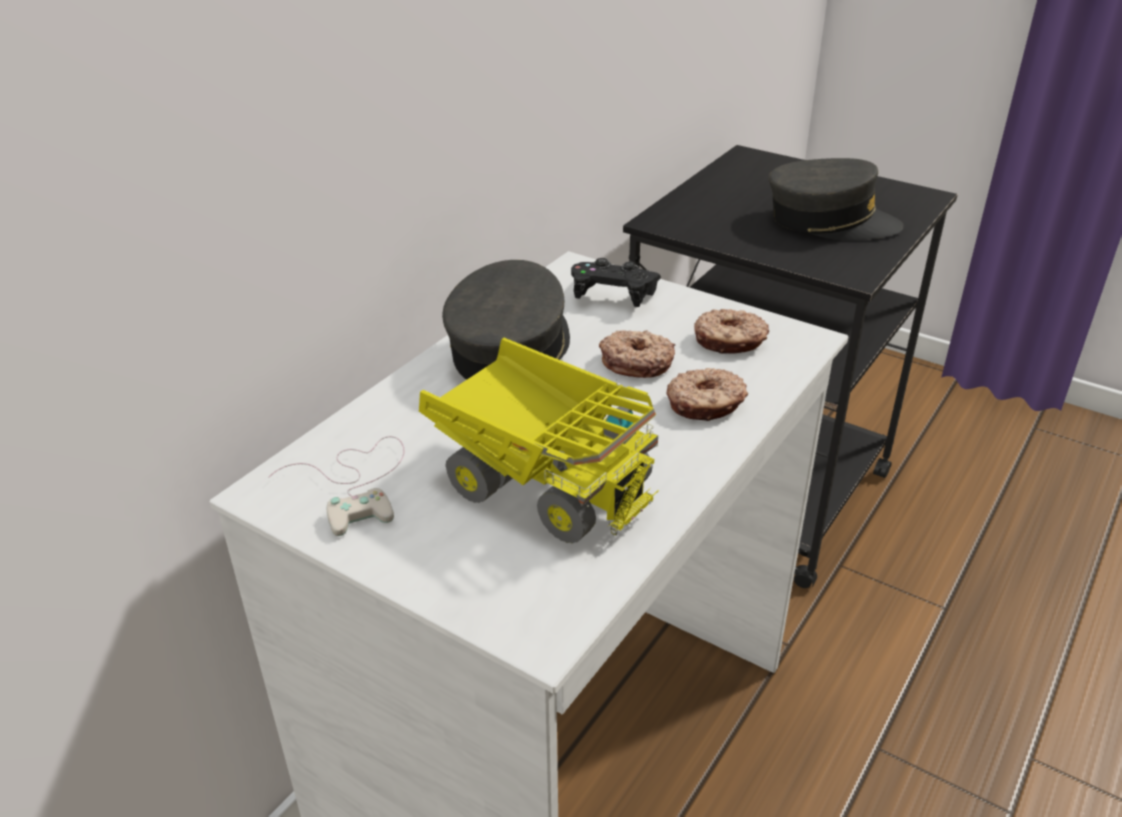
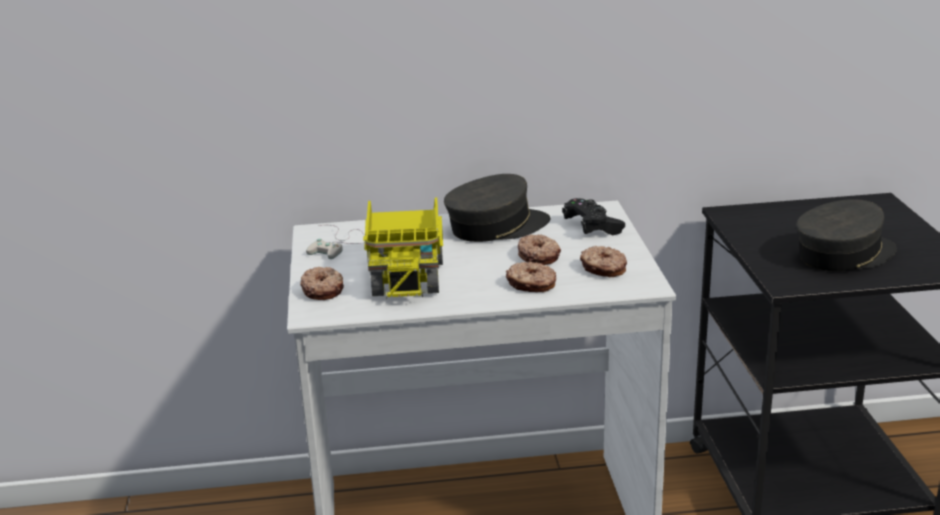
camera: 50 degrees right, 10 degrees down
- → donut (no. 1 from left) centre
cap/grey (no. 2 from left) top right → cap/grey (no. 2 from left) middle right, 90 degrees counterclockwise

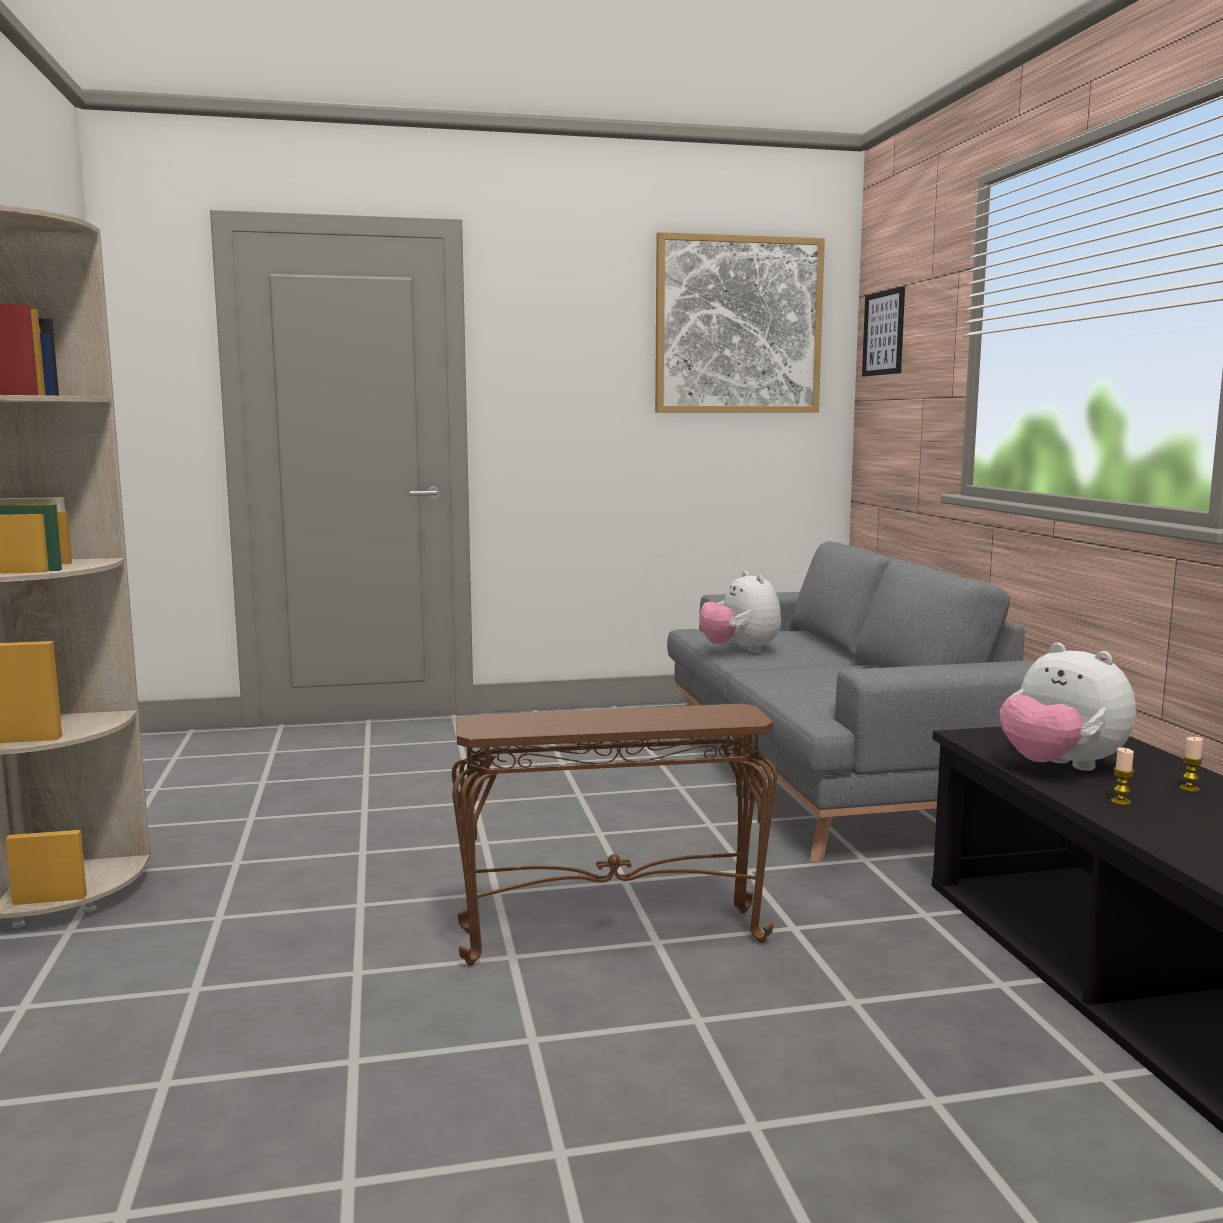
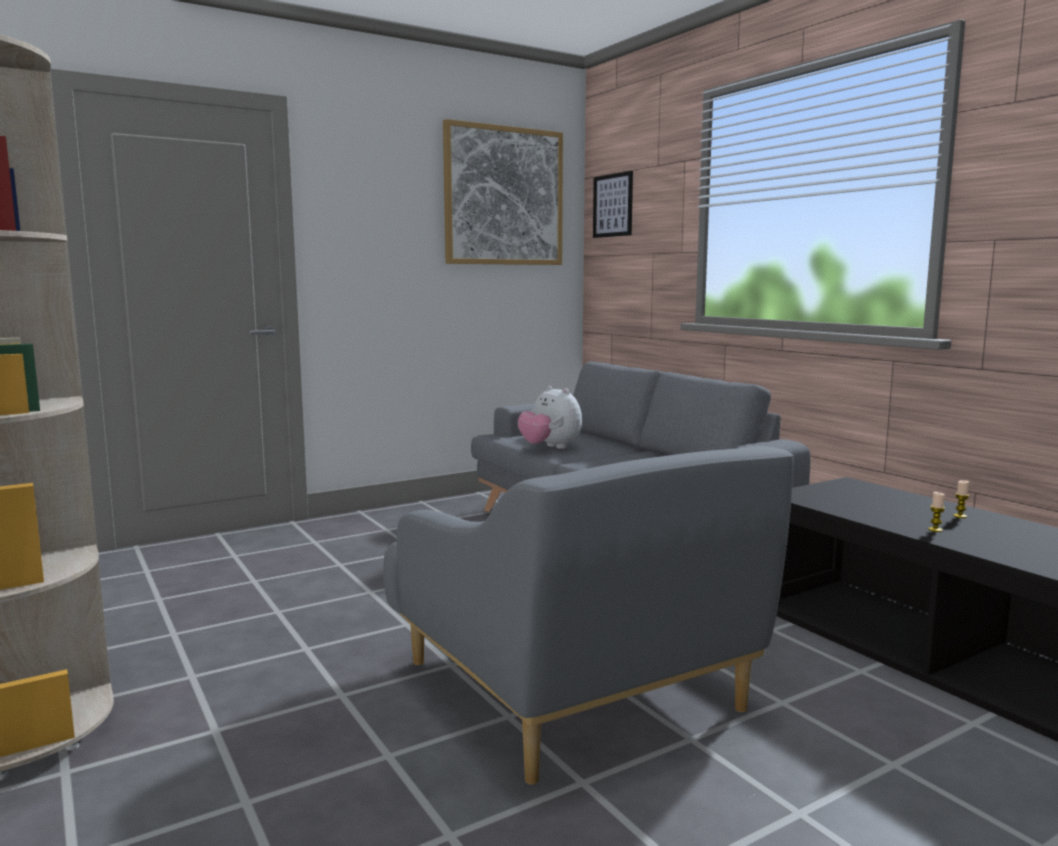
camera: 20 degrees left, 0 degrees up
plush toy (no. 2 from left) middle right → -
side table/brown bottom centre → armchair/grey bottom centre

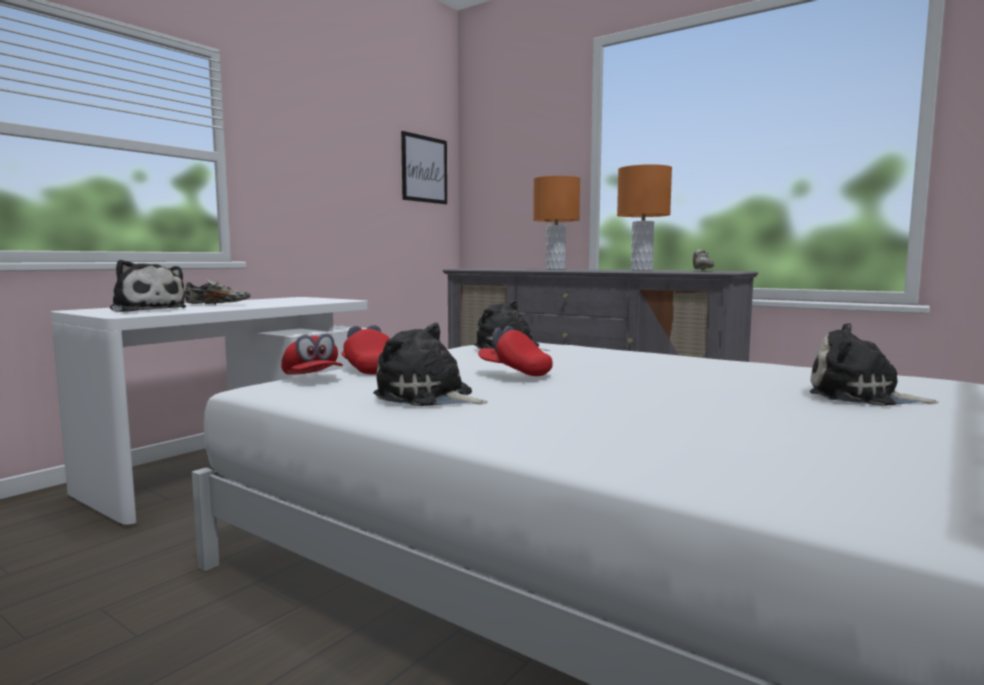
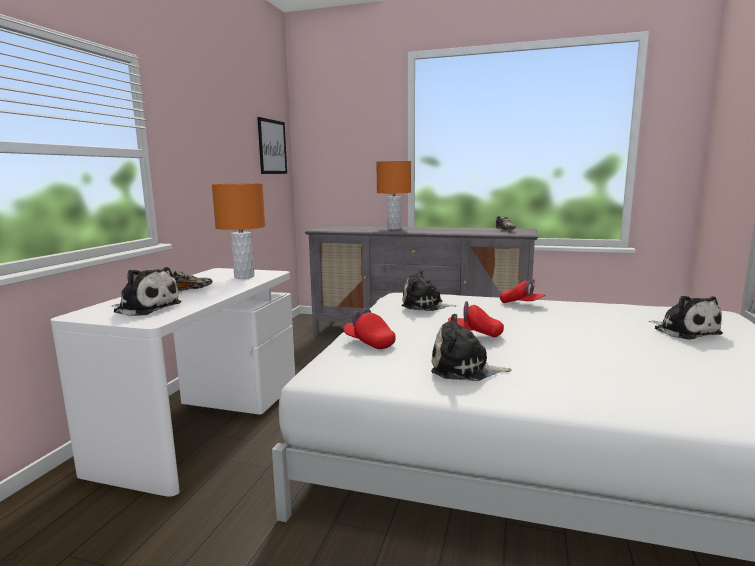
camera: 20 degrees left, 5 degrees up
cap/red (no. 1 from left in the first image) middle left → cap/red (no. 3 from left) middle right, relocated
table lamp/orange (no. 2 from left in the first image) top centre → table lamp/orange (no. 1 from left) middle left, relocated
plush toy (no. 4 from left) middle right, 120 degrees counterclockwise

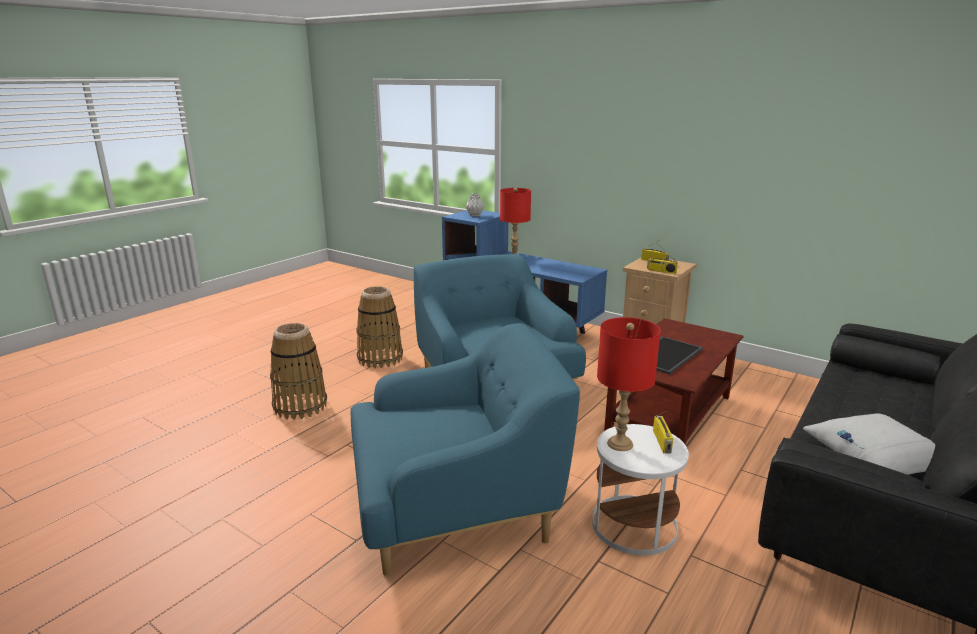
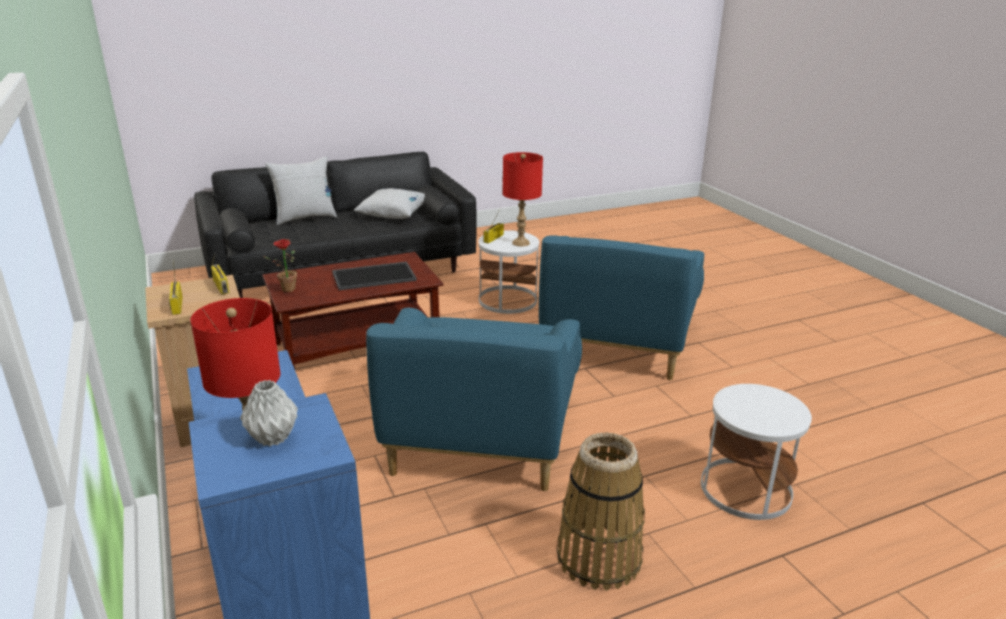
camera: 150 degrees left, 5 degrees up
- → potted plant middle left
- → pillow/grey (no. 1 from left) top left
basket (no. 1 from left) middle left → side table/white (no. 2 from left) bottom right
armchair/blue (no. 1 from left in the first image) bottom centre → armchair/blue (no. 2 from left) centre, 90 degrees counterclockwise

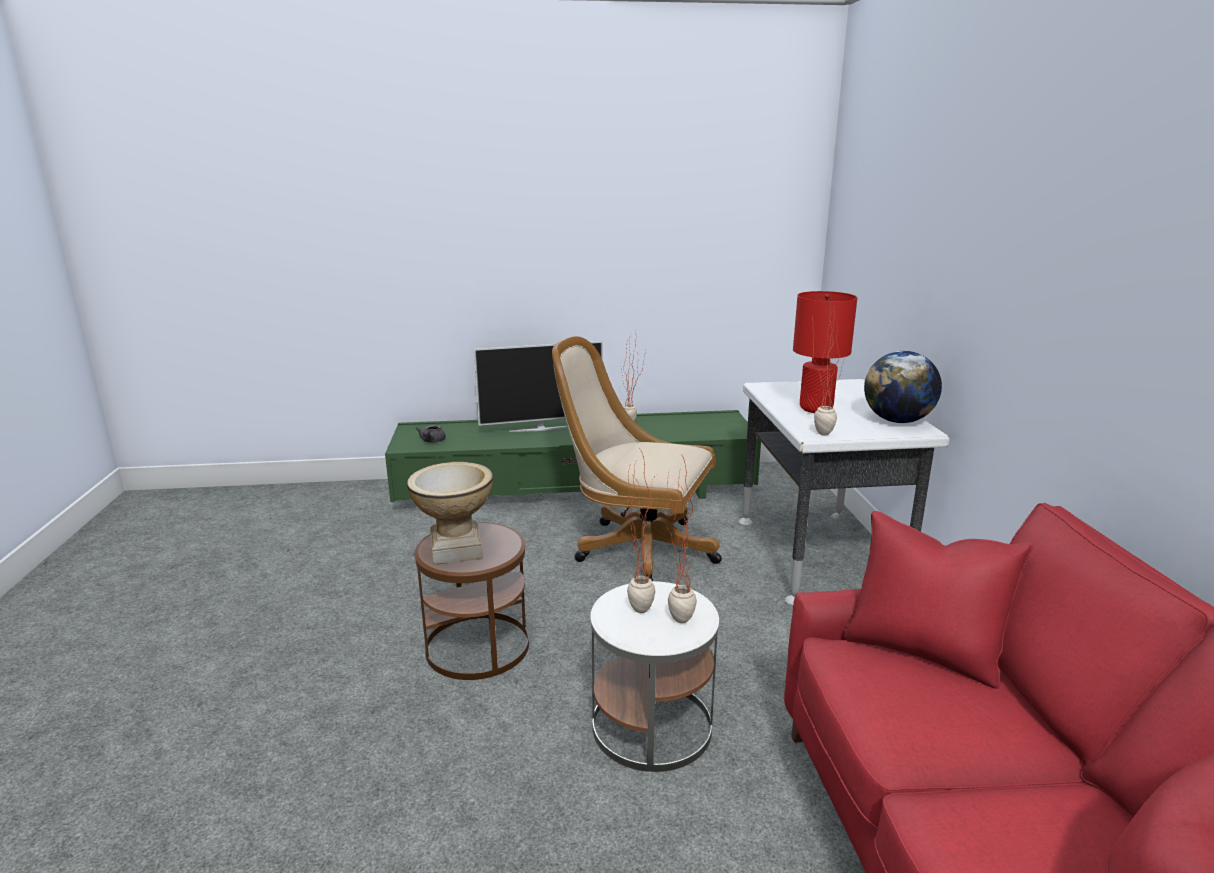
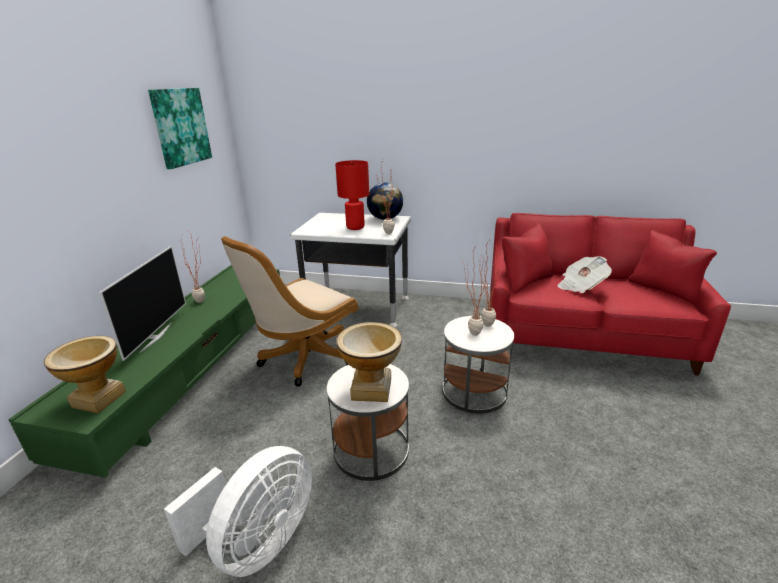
camera: 70 degrees left, 5 degrees up
- → picture top left
- → fan/white bottom left
- → newspaper middle right
teapot/grey centre → vase (no. 1 from left) middle left
side table/brown bottom centre → side table/white (no. 1 from left) bottom centre

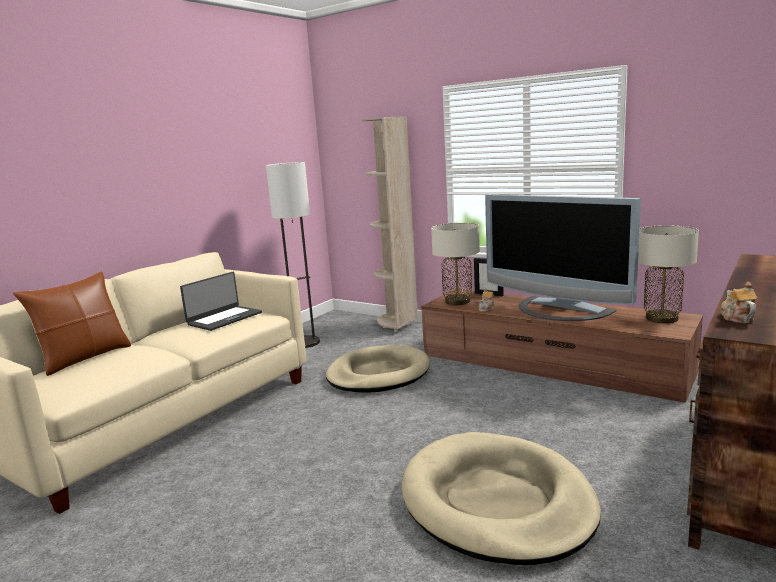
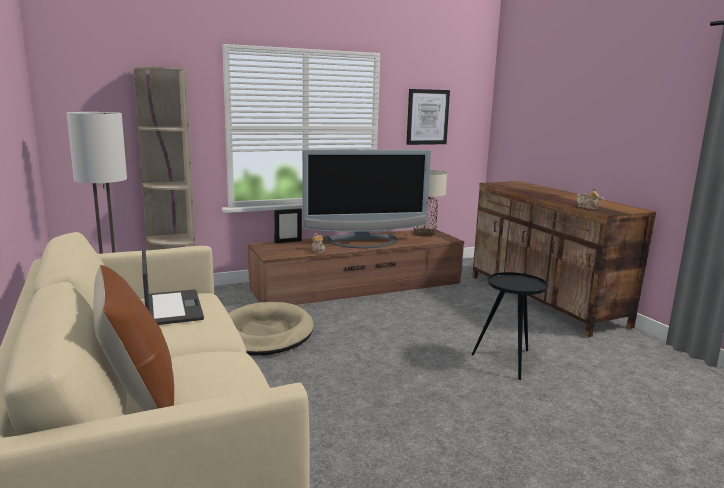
camera: 60 degrees left, 0 degrees up
table lamp (no. 1 from left) centre → -
- → picture top centre
dog bed/beige (no. 2 from left) bottom centre → side table/black bottom right

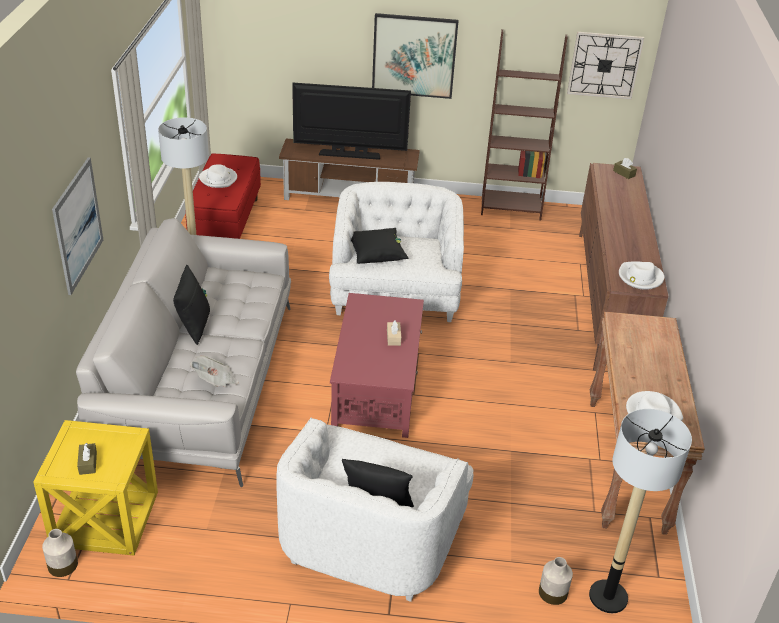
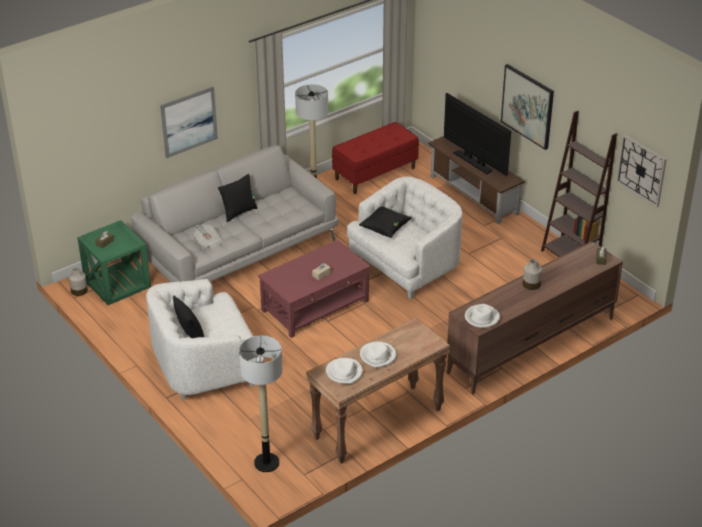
camera: 50 degrees right, 0 degrees up
hat/white (no. 1 from left in the first image) top left → hat/white (no. 2 from left) bottom centre, relocated
vase/beige (no. 2 from left) bottom right → vase/beige (no. 2 from left) middle right, relocated
side table/yellow bottom left → side table/green middle left

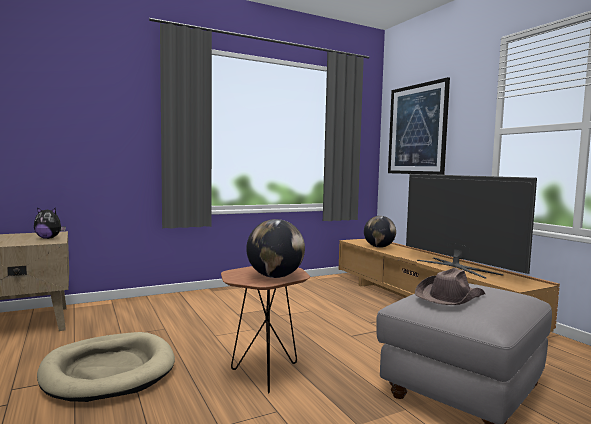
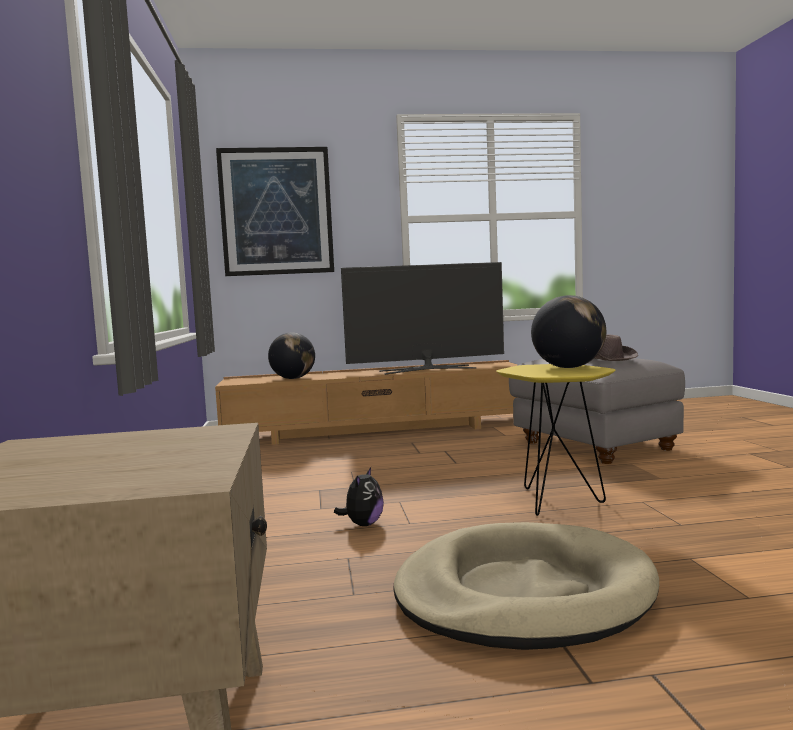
camera: 70 degrees left, 0 degrees up
plush toy middle left → plush toy bottom centre, relocated
side table/brown bottom centre → side table/yellow middle right

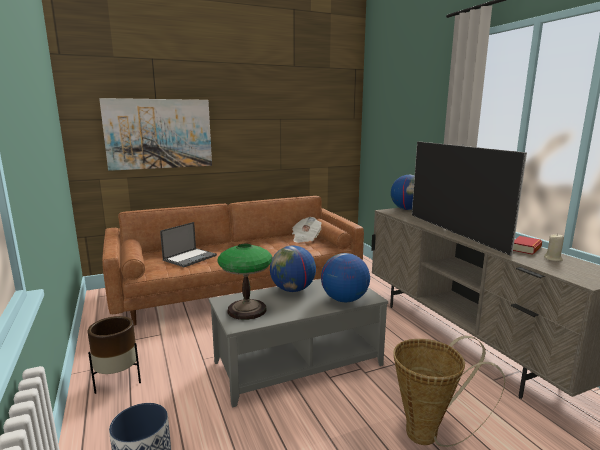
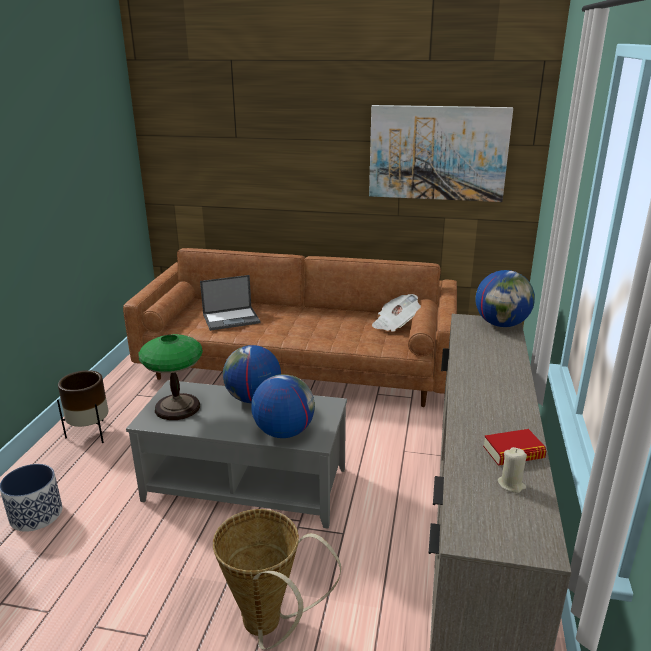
camera: 35 degrees right, 10 degrees up
television middle right → -
picture top left → picture top right, relocated

